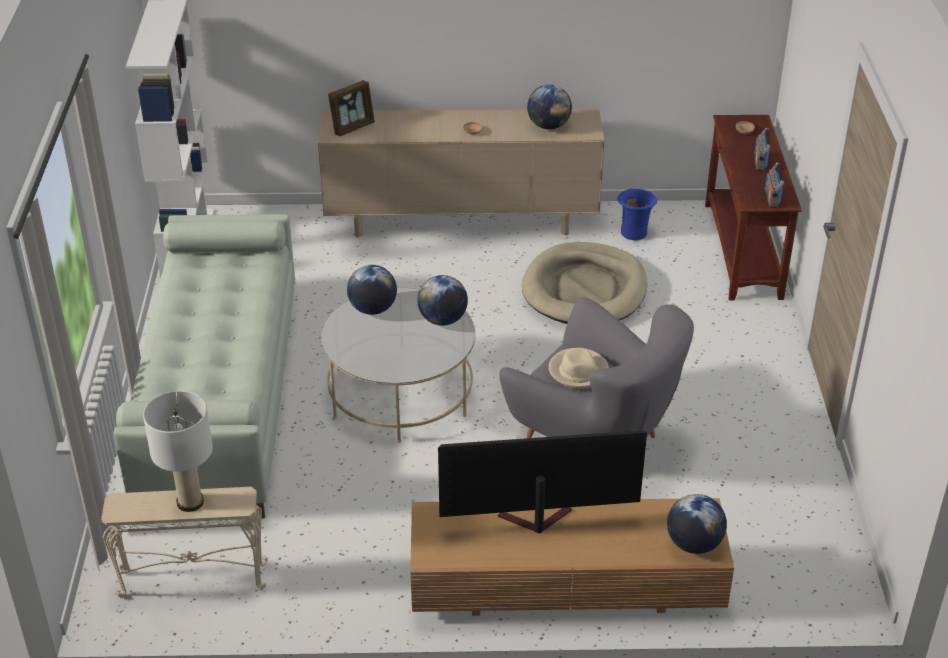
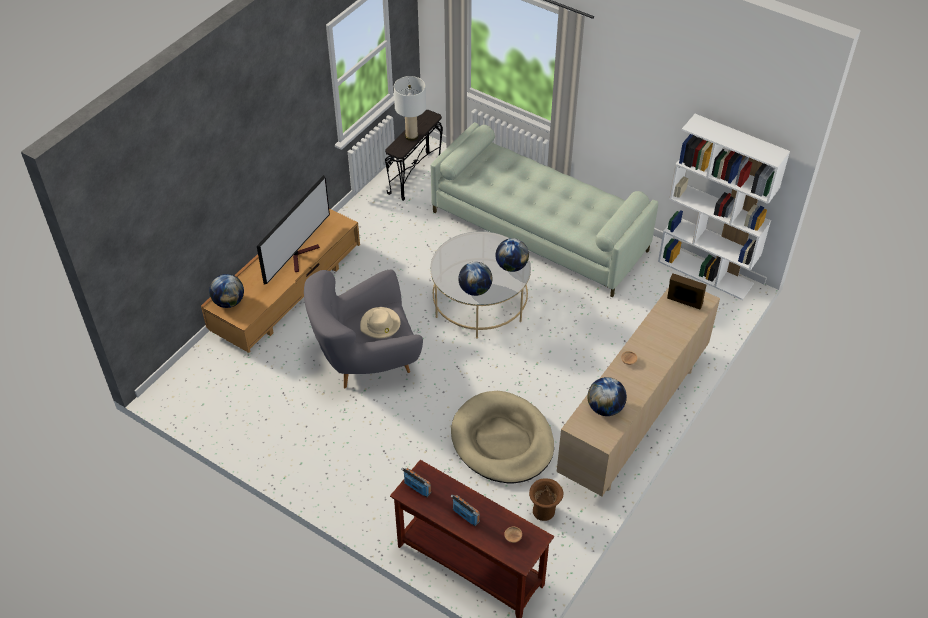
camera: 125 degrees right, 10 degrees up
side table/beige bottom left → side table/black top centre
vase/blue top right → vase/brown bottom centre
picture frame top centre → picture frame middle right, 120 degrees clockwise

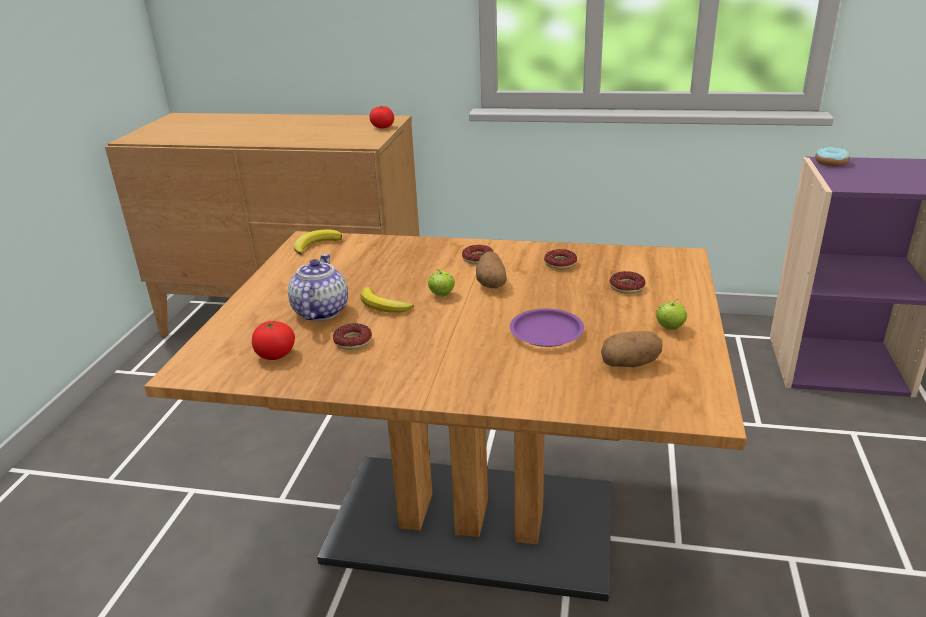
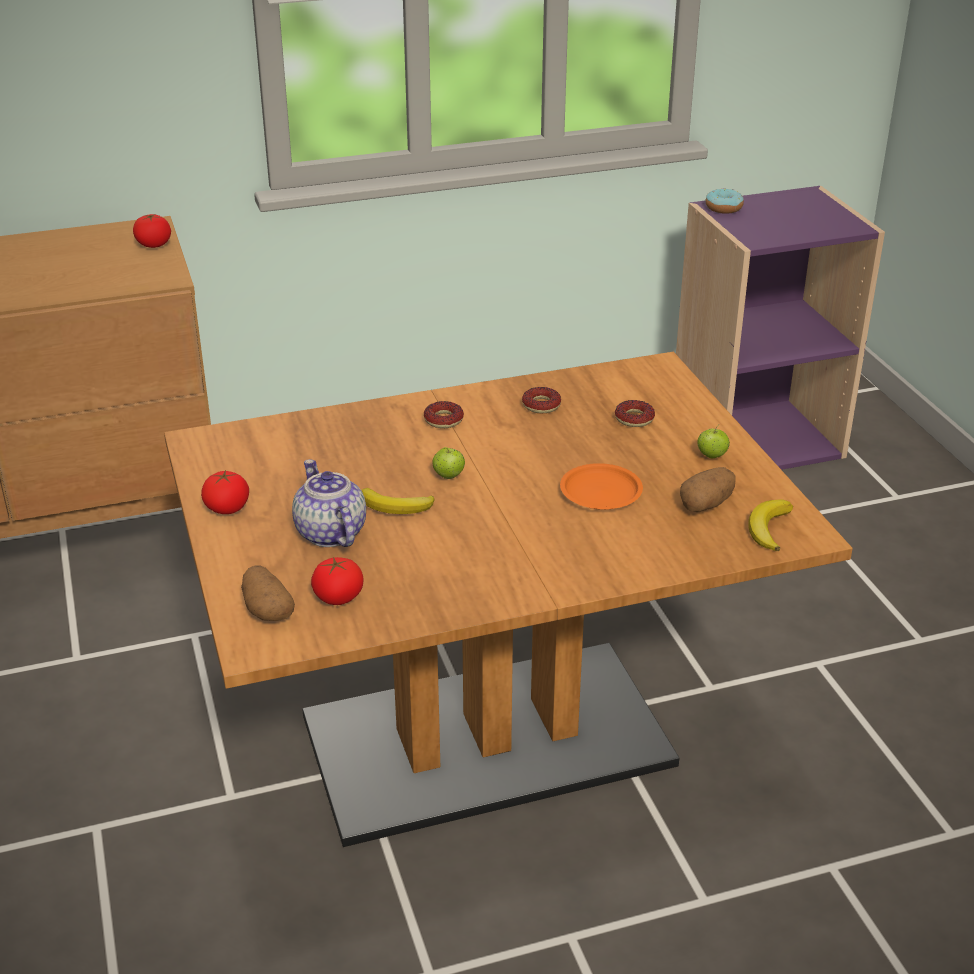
camera: 30 degrees left, 5 degrees up
donut (no. 1 from left) centre → -
- → tomato (no. 2 from left) middle left
banana (no. 1 from left in the first image) centre → banana (no. 2 from left) middle right, relocated
potato (no. 1 from left) centre → potato (no. 1 from left) middle left, relocated
plate/purple centre → plate/orange centre

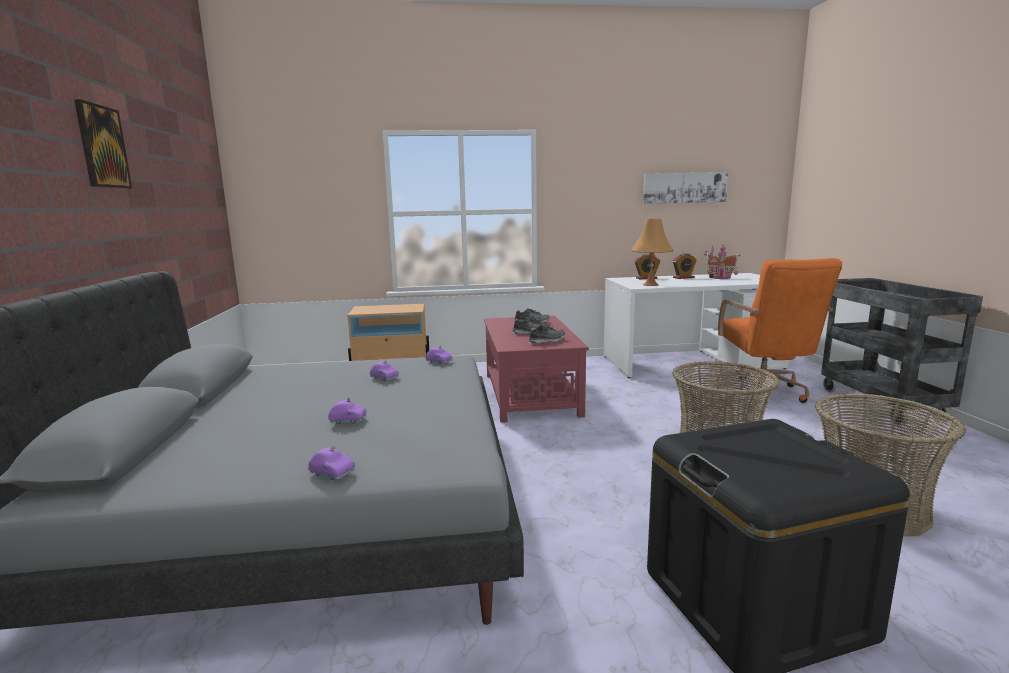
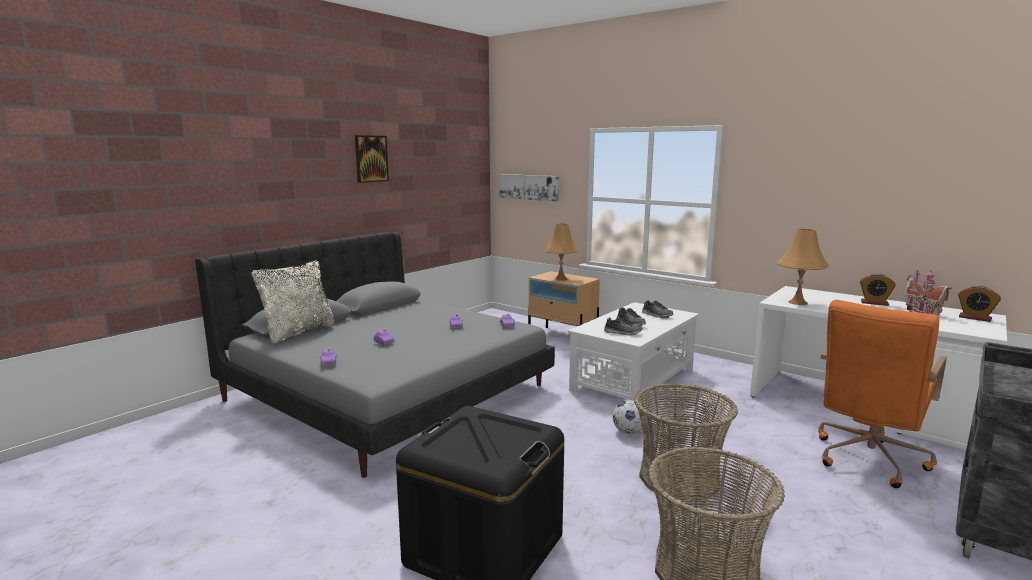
camera: 45 degrees right, 0 degrees up
- → pillow/beige middle left
- → table lamp/orange (no. 1 from left) centre
- → football bottom centre
alarm clock (no. 1 from left in the first image) centre → alarm clock (no. 2 from left) middle right, relocated
picture (no. 2 from left) top right → picture (no. 2 from left) top centre, relocated
coffee table/red centre → coffee table/white centre

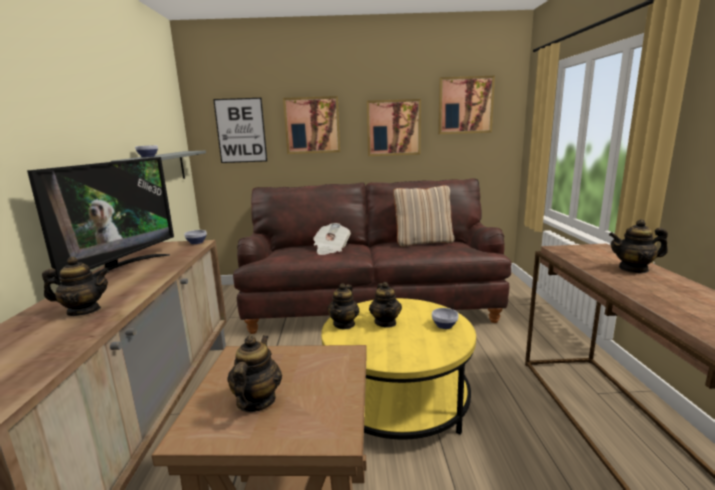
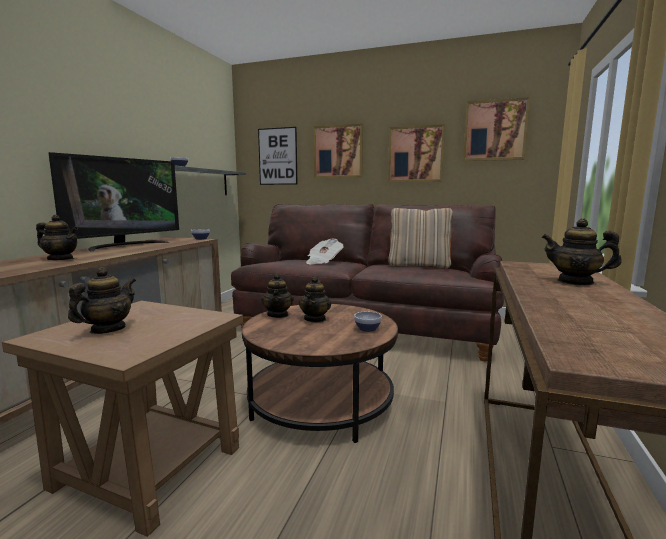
camera: 20 degrees right, 5 degrees down
coffee table/yellow bottom centre → coffee table/brown bottom centre
teapot (no. 3 from left) centre, 45 degrees counterclockwise

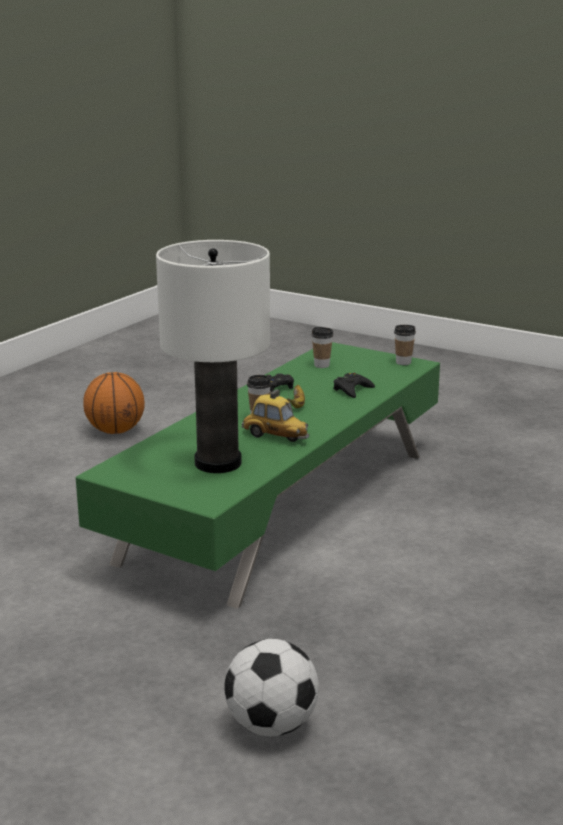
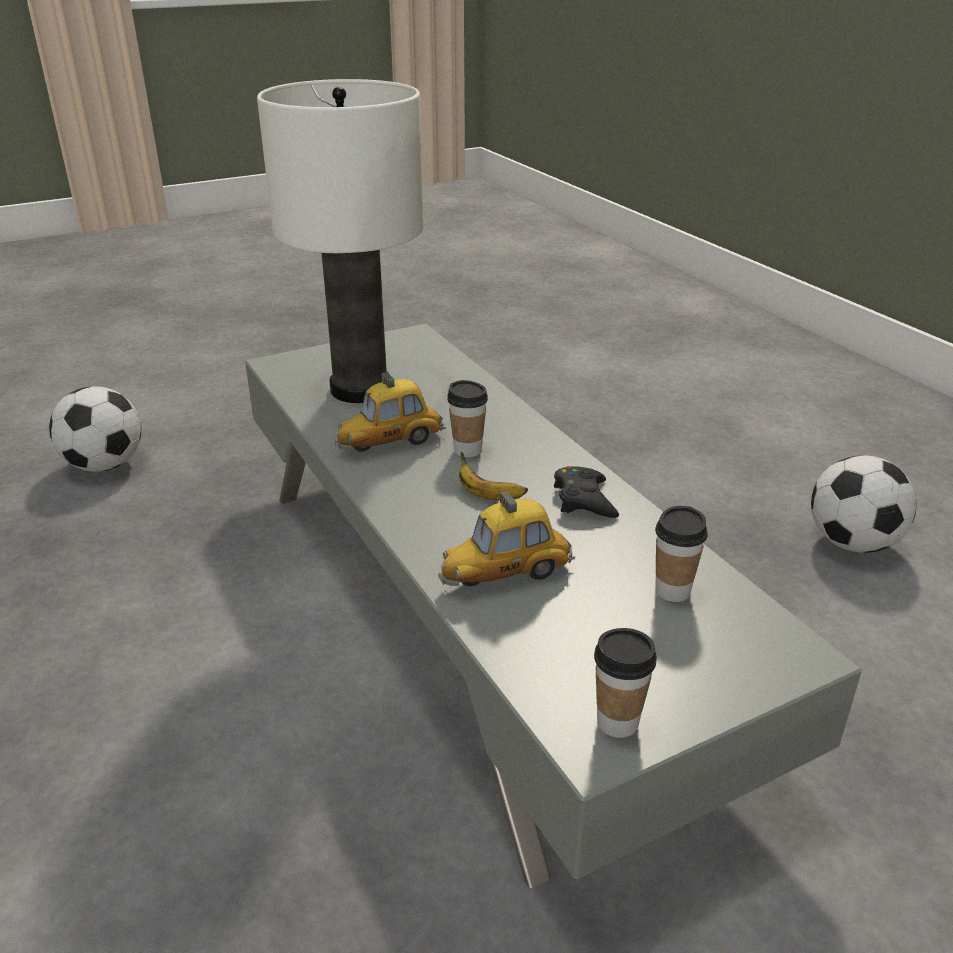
camera: 120 degrees right, 10 degrees up
basketball middle left → football (no. 2 from left) middle right
game controller/black (no. 2 from left) centre → toy car (no. 2 from left) centre
coffee table/green centre → coffee table/grey centre

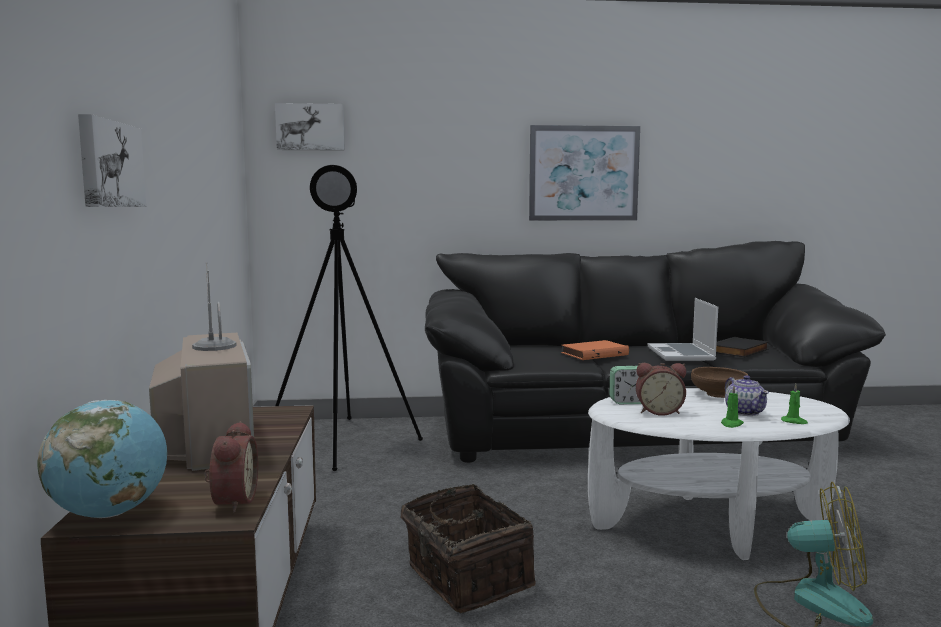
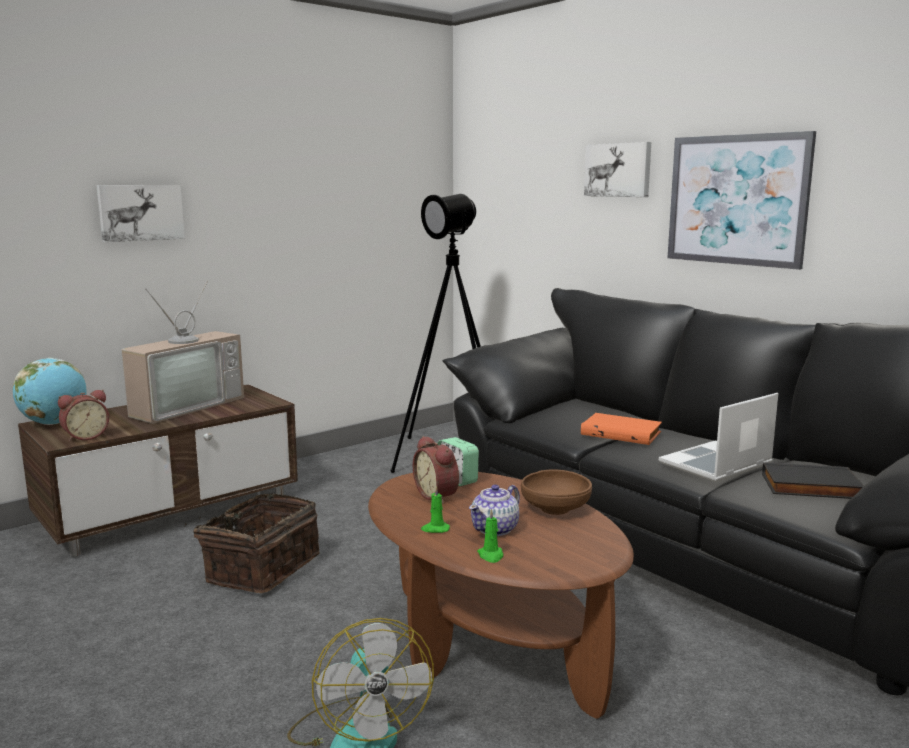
camera: 55 degrees right, 5 degrees up
picture (no. 2 from left) top left → picture (no. 2 from left) top right, relocated
coffee table/white bottom right → coffee table/brown bottom centre

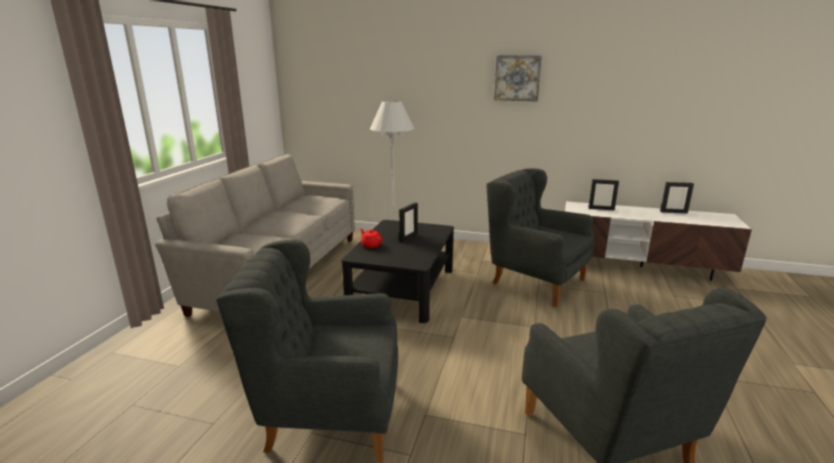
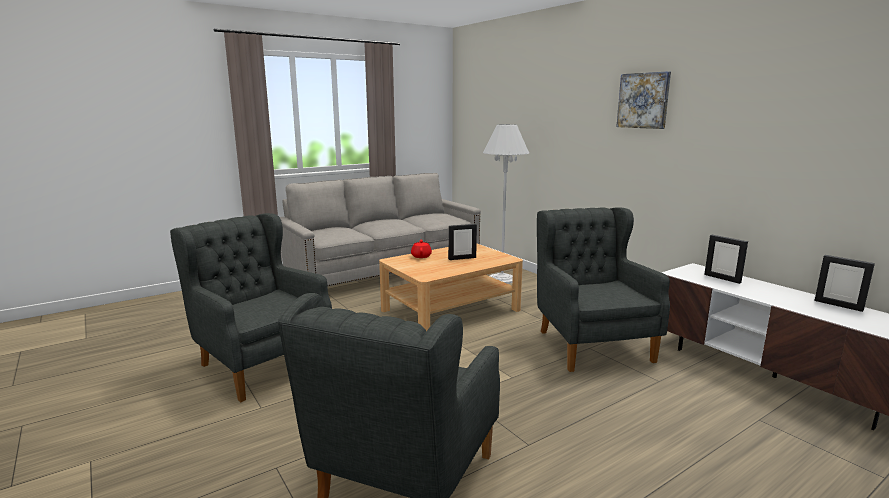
camera: 40 degrees right, 5 degrees down
coffee table/black centre → coffee table/beige centre

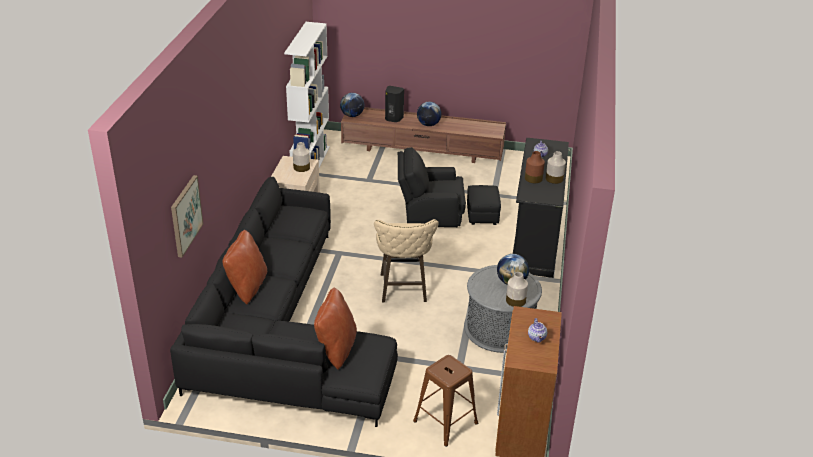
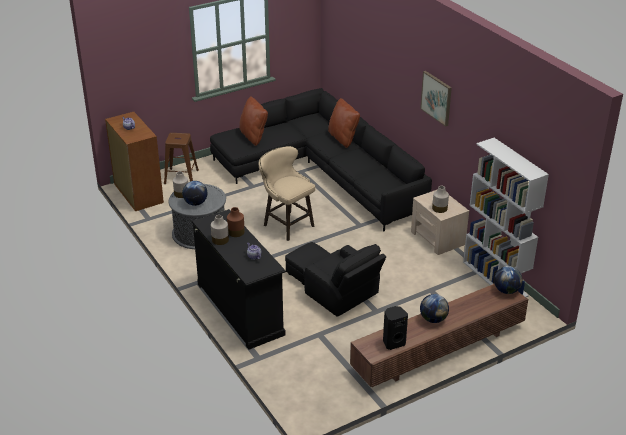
camera: 140 degrees right, 0 degrees up
picture middle left → picture top right, relocated
speaker/black top centre → speaker/black bottom centre, relocated
armchair/black centre, 90 degrees clockwise

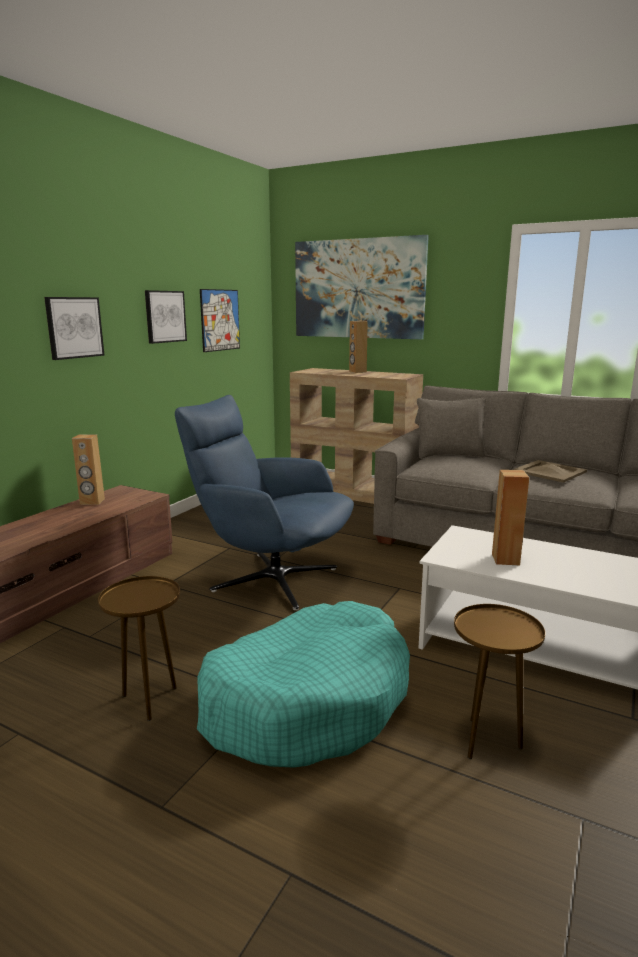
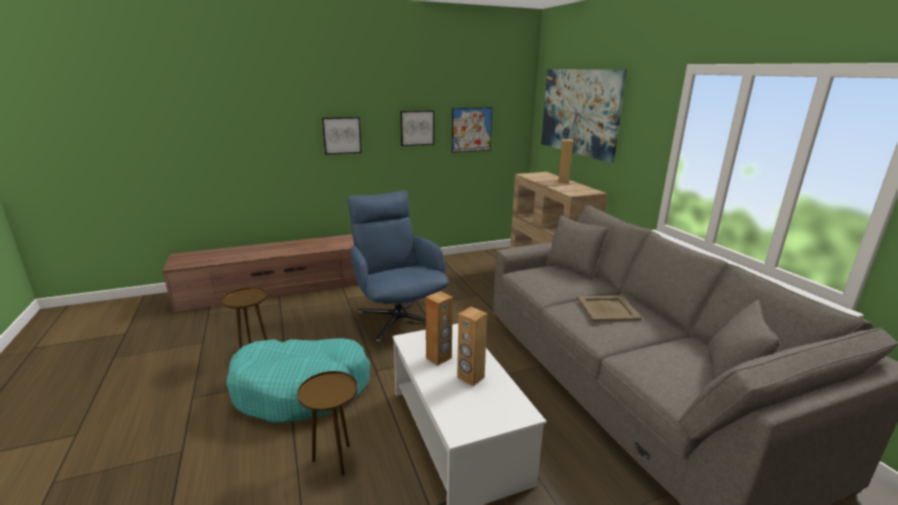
camera: 40 degrees right, 5 degrees up
speaker/brown (no. 1 from left in the first image) middle left → speaker/brown (no. 2 from left) bottom centre, relocated

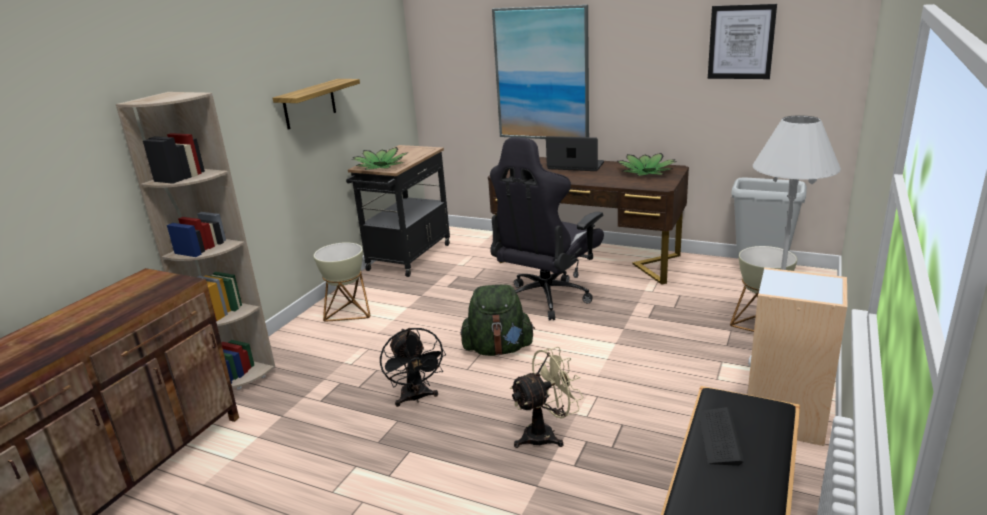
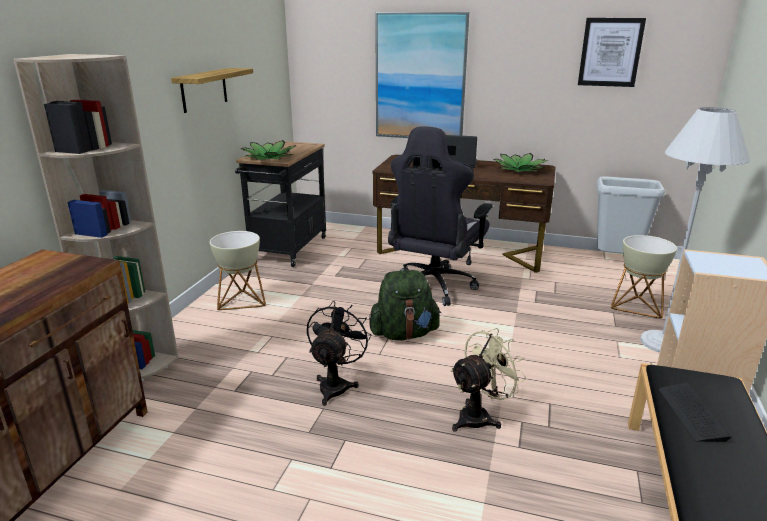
camera: 10 degrees left, 0 degrees up
fan/black bottom centre, 135 degrees counterclockwise

